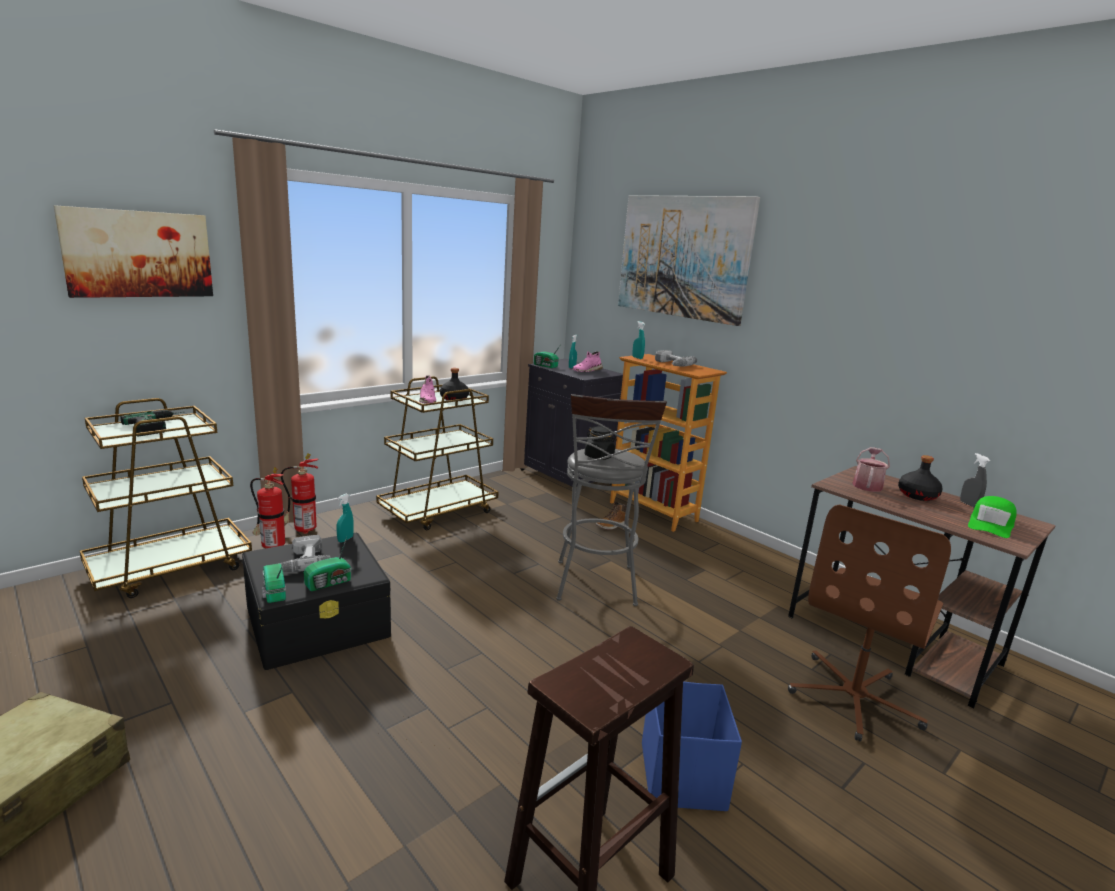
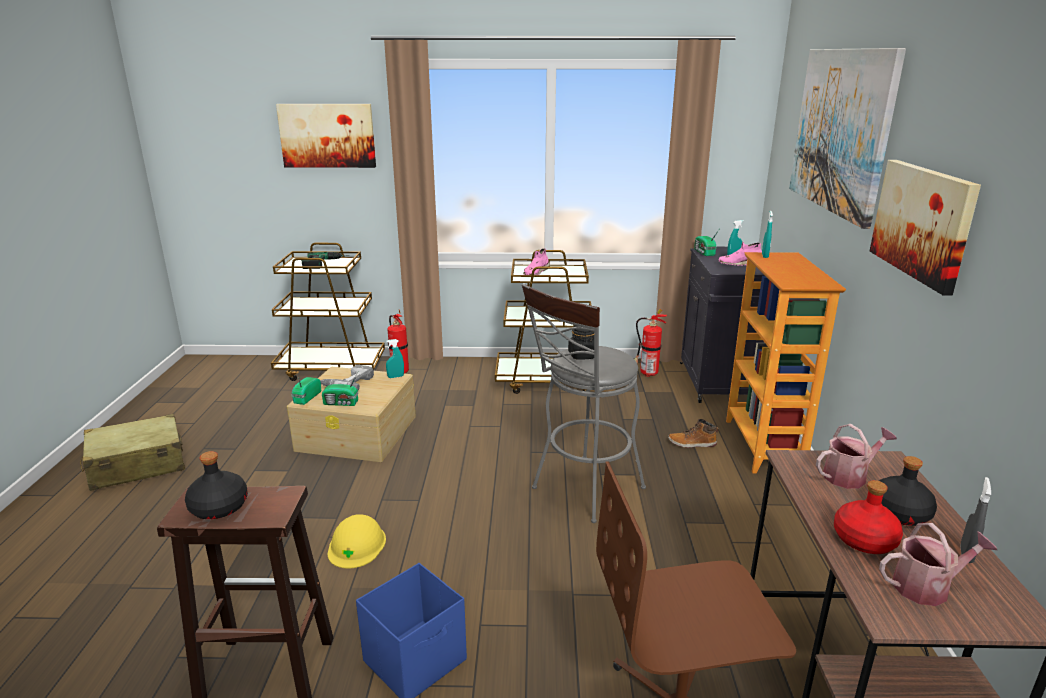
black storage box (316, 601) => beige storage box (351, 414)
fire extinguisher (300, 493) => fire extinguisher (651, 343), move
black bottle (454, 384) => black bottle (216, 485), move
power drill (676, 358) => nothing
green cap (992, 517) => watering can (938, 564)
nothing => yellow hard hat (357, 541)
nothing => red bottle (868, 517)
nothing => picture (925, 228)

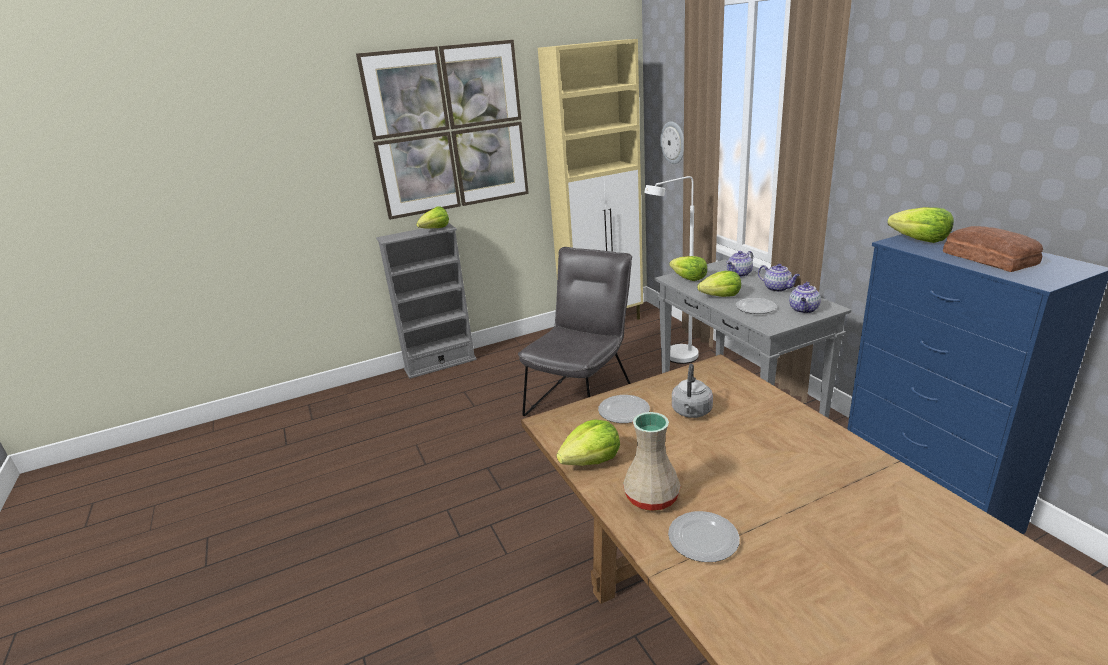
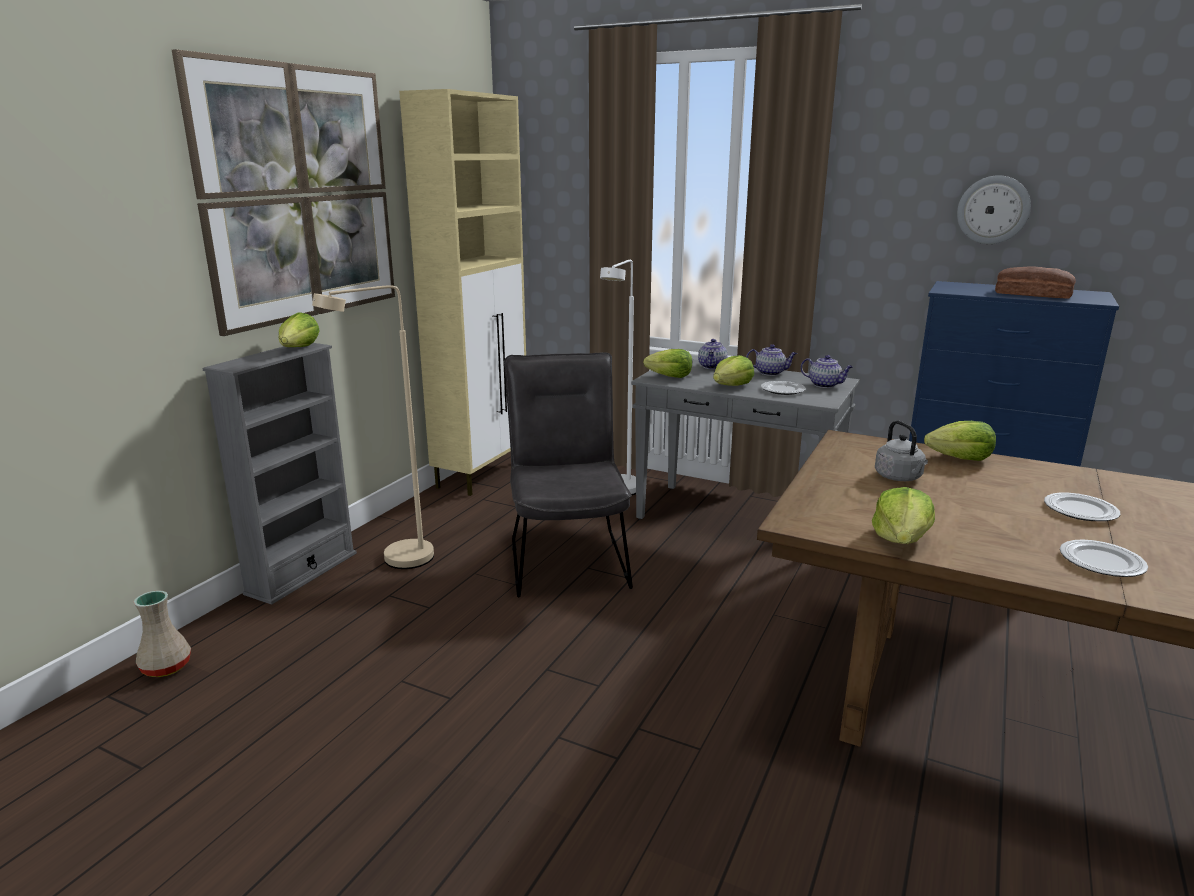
plate (624, 409) => plate (1082, 507), move
beige vase (652, 461) => beige vase (162, 633), move
wall clock (672, 143) => wall clock (994, 209), move
teapot (805, 298) => teapot (827, 371), 45 degrees counterclockwise
lettuce (921, 225) => lettuce (960, 441), move
nothing => beige floor lamp (373, 427)

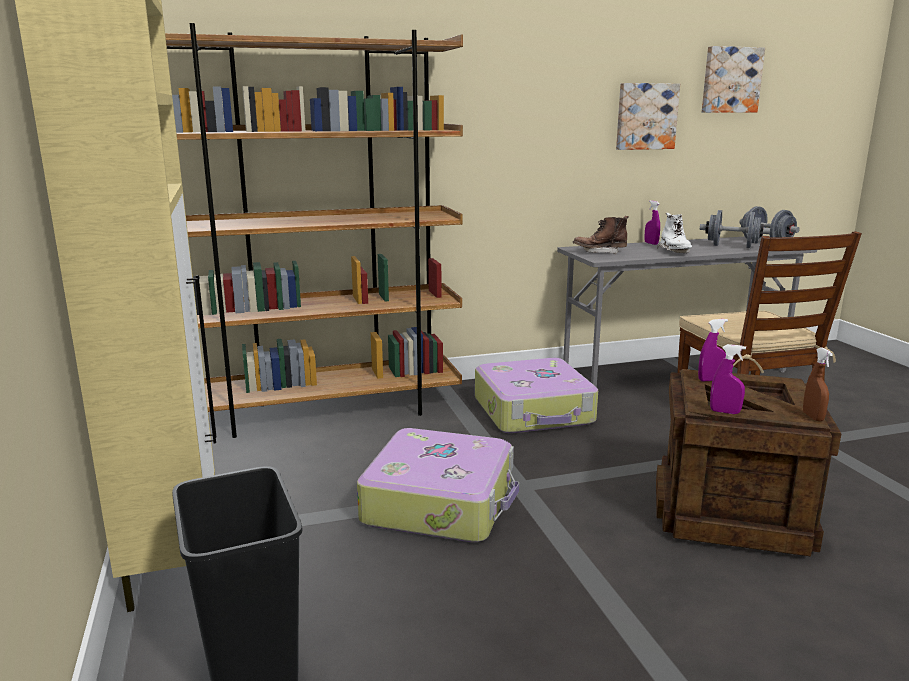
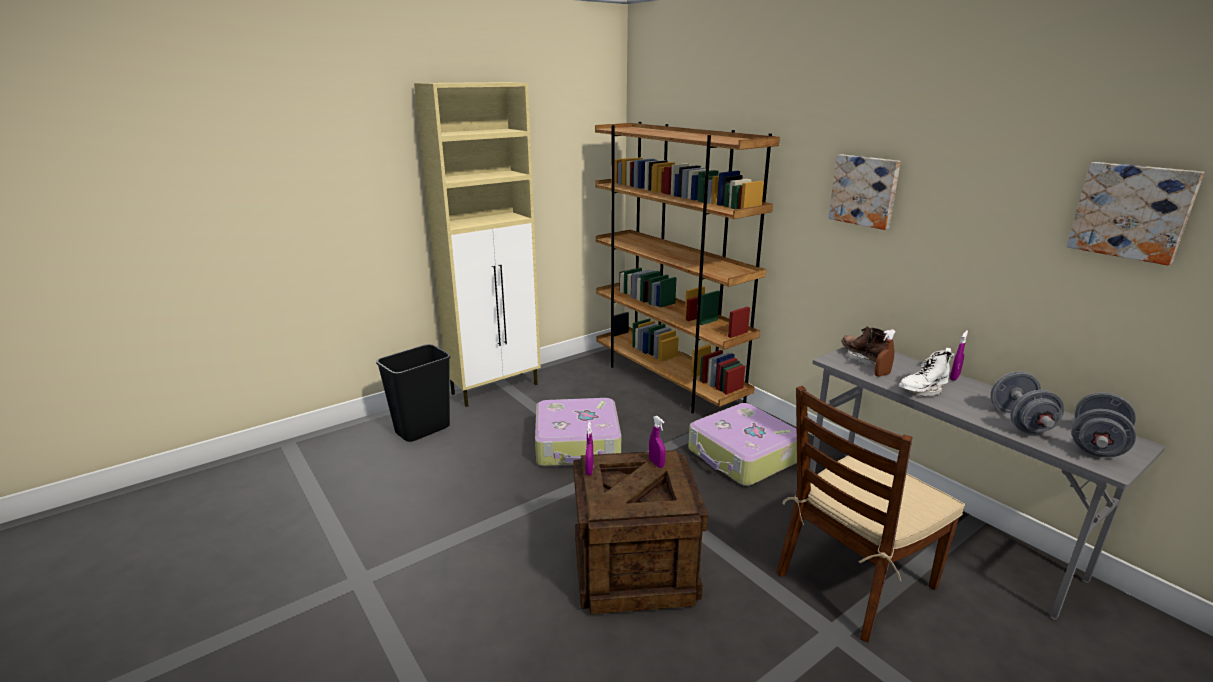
picture (648, 116) => picture (864, 192), move
brown spray bottle (818, 384) => brown spray bottle (885, 352), move

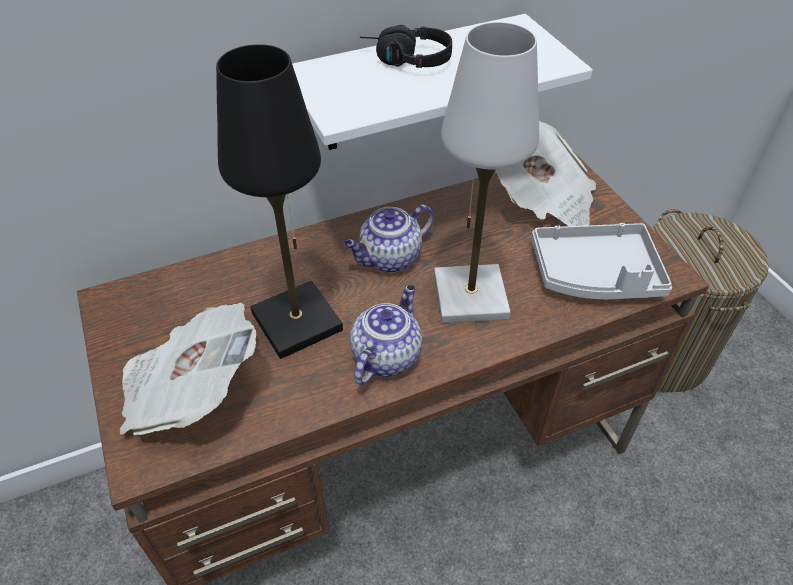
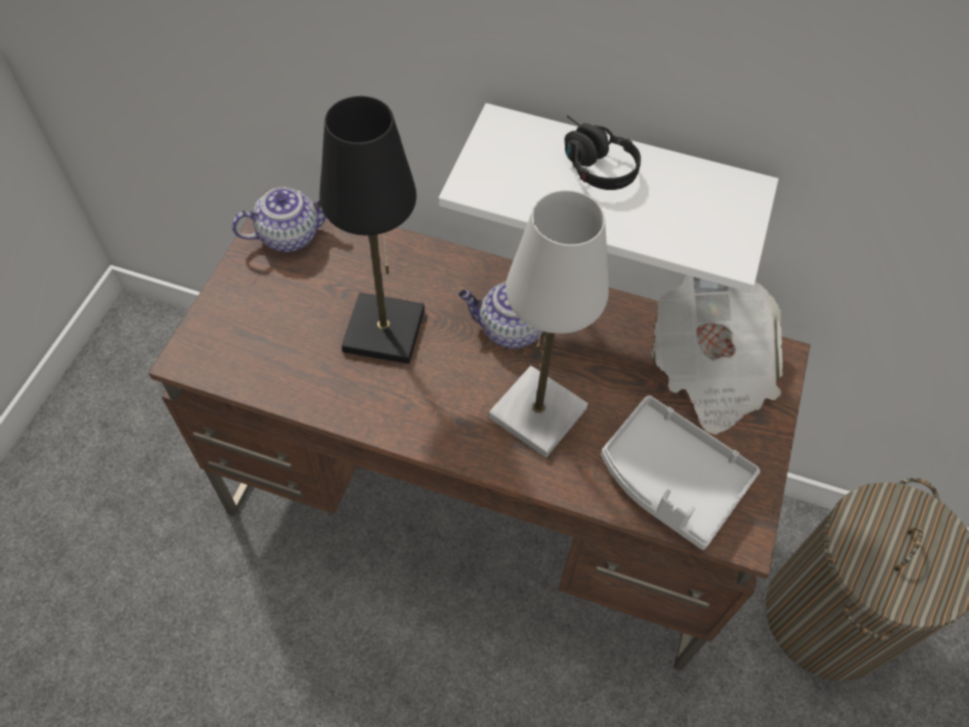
newspaper (188, 369) => nothing
teapot (386, 335) => teapot (279, 219), move

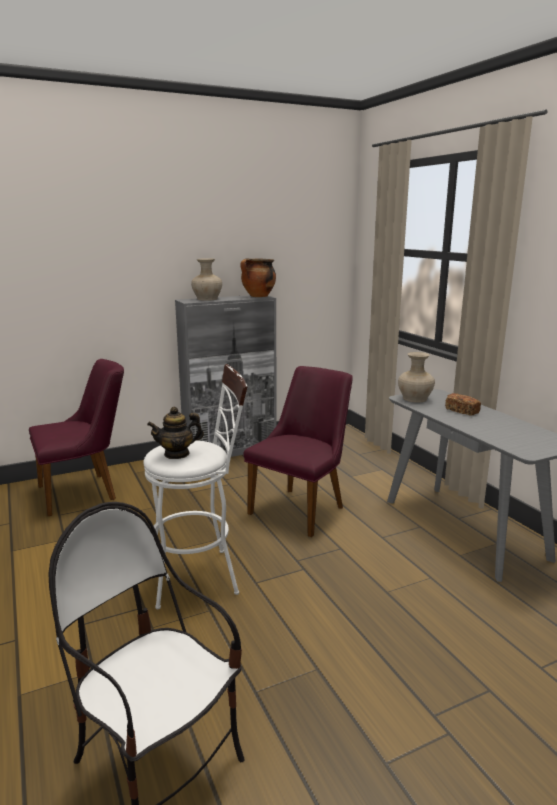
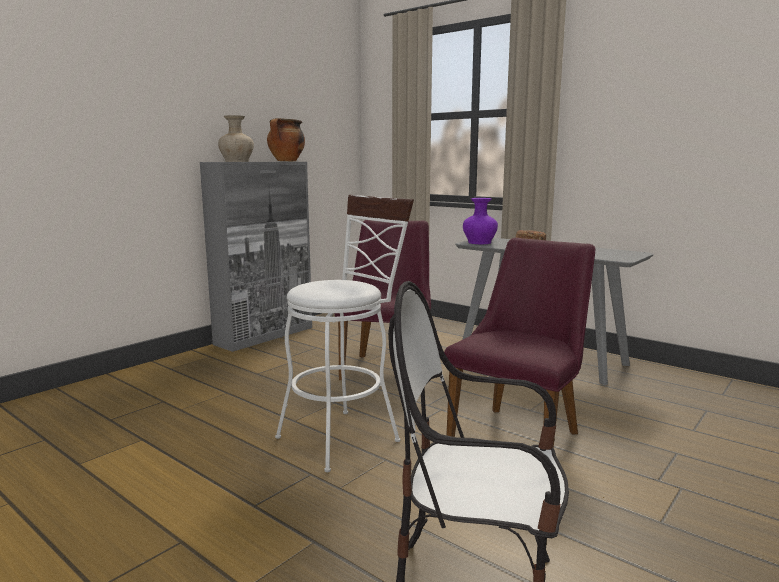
purple chair (76, 437) => purple chair (519, 343), move
teapot (175, 433) => nothing
beige vase (416, 377) => purple vase (480, 221)

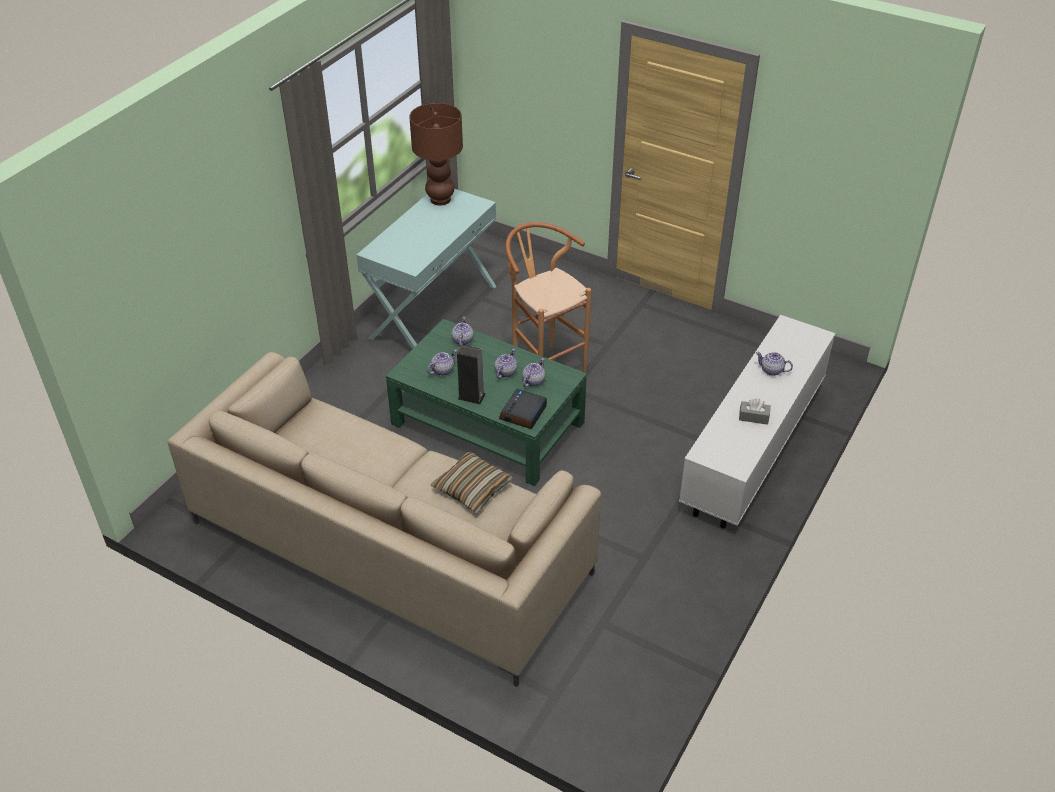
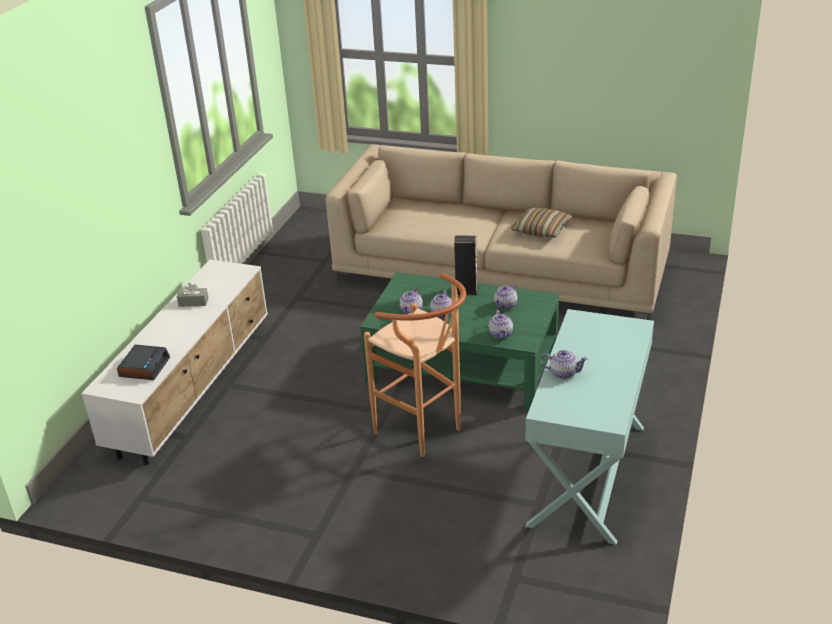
brown table lamp (436, 154) => nothing
pillow (472, 482) => pillow (542, 222), move
alarm clock (523, 409) => alarm clock (143, 362), move
teapot (774, 364) => teapot (564, 364), move

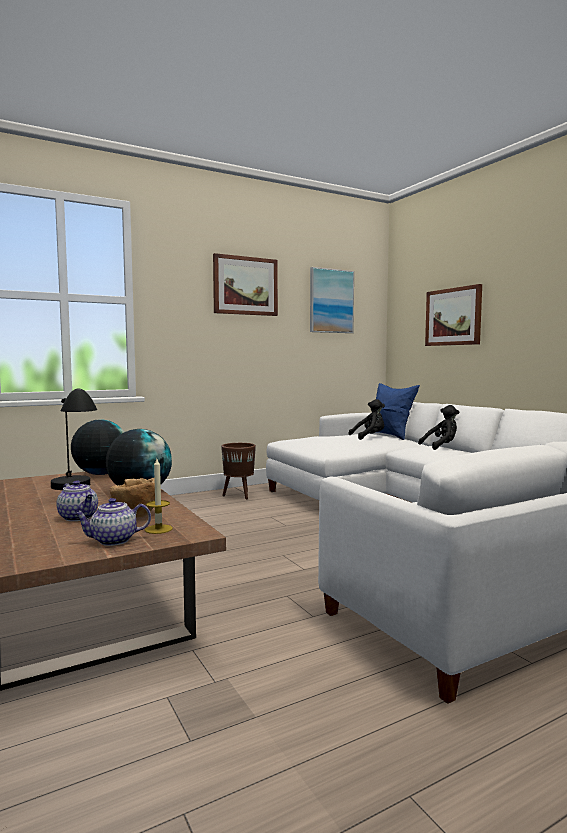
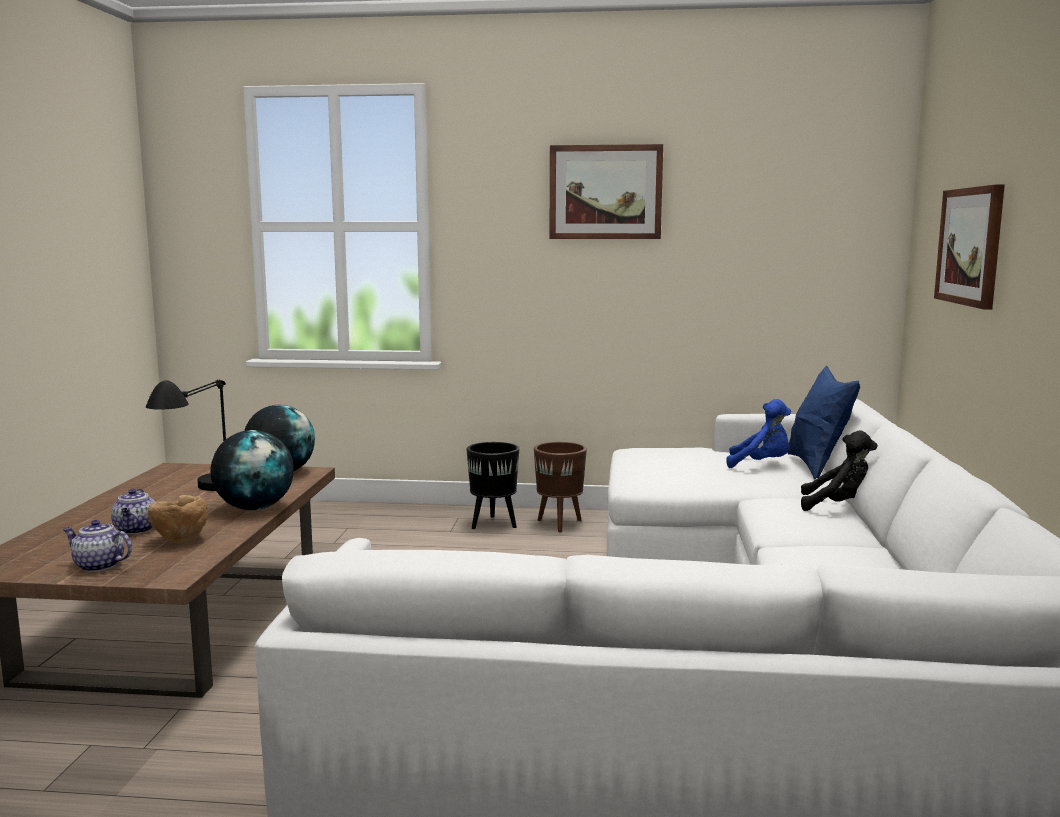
candle (159, 496) => nothing
picture (332, 300) => nothing
black plush toy (366, 419) => blue plush toy (759, 433)
nothing => black planter (492, 485)

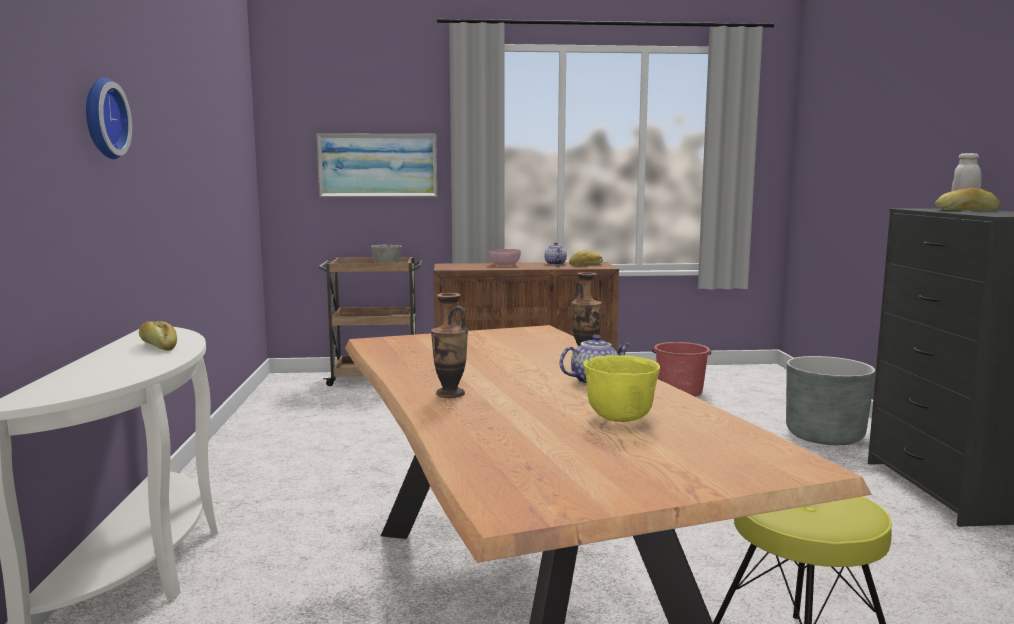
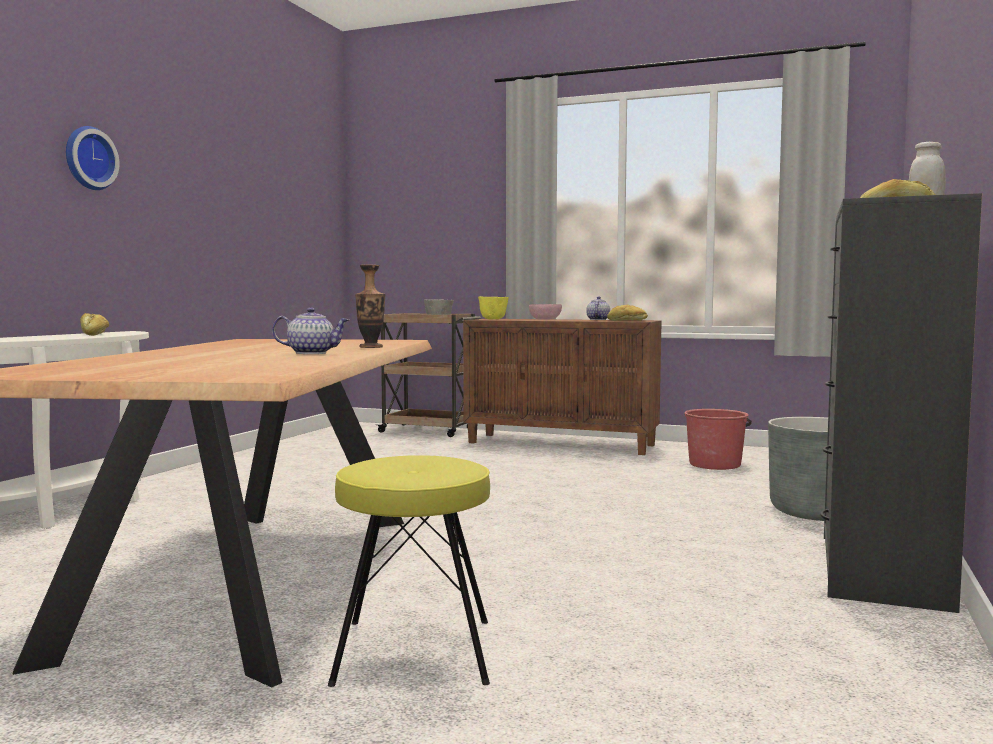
picture (377, 165) => nothing
vase (449, 345) => nothing
yellow bowl (621, 388) => yellow bowl (493, 308), move

